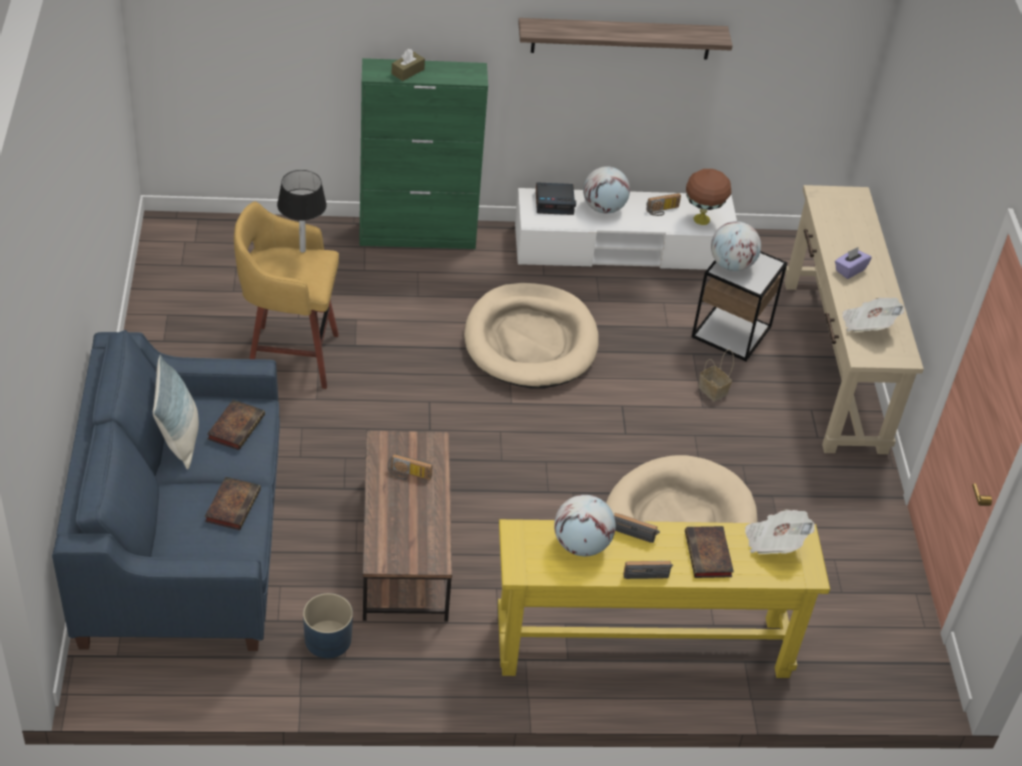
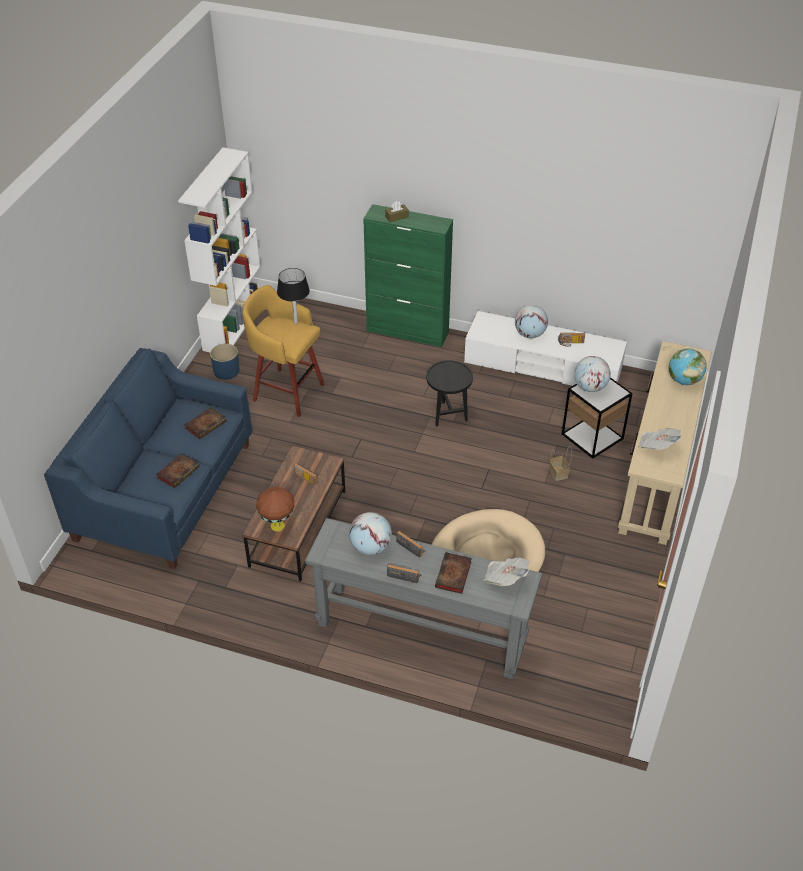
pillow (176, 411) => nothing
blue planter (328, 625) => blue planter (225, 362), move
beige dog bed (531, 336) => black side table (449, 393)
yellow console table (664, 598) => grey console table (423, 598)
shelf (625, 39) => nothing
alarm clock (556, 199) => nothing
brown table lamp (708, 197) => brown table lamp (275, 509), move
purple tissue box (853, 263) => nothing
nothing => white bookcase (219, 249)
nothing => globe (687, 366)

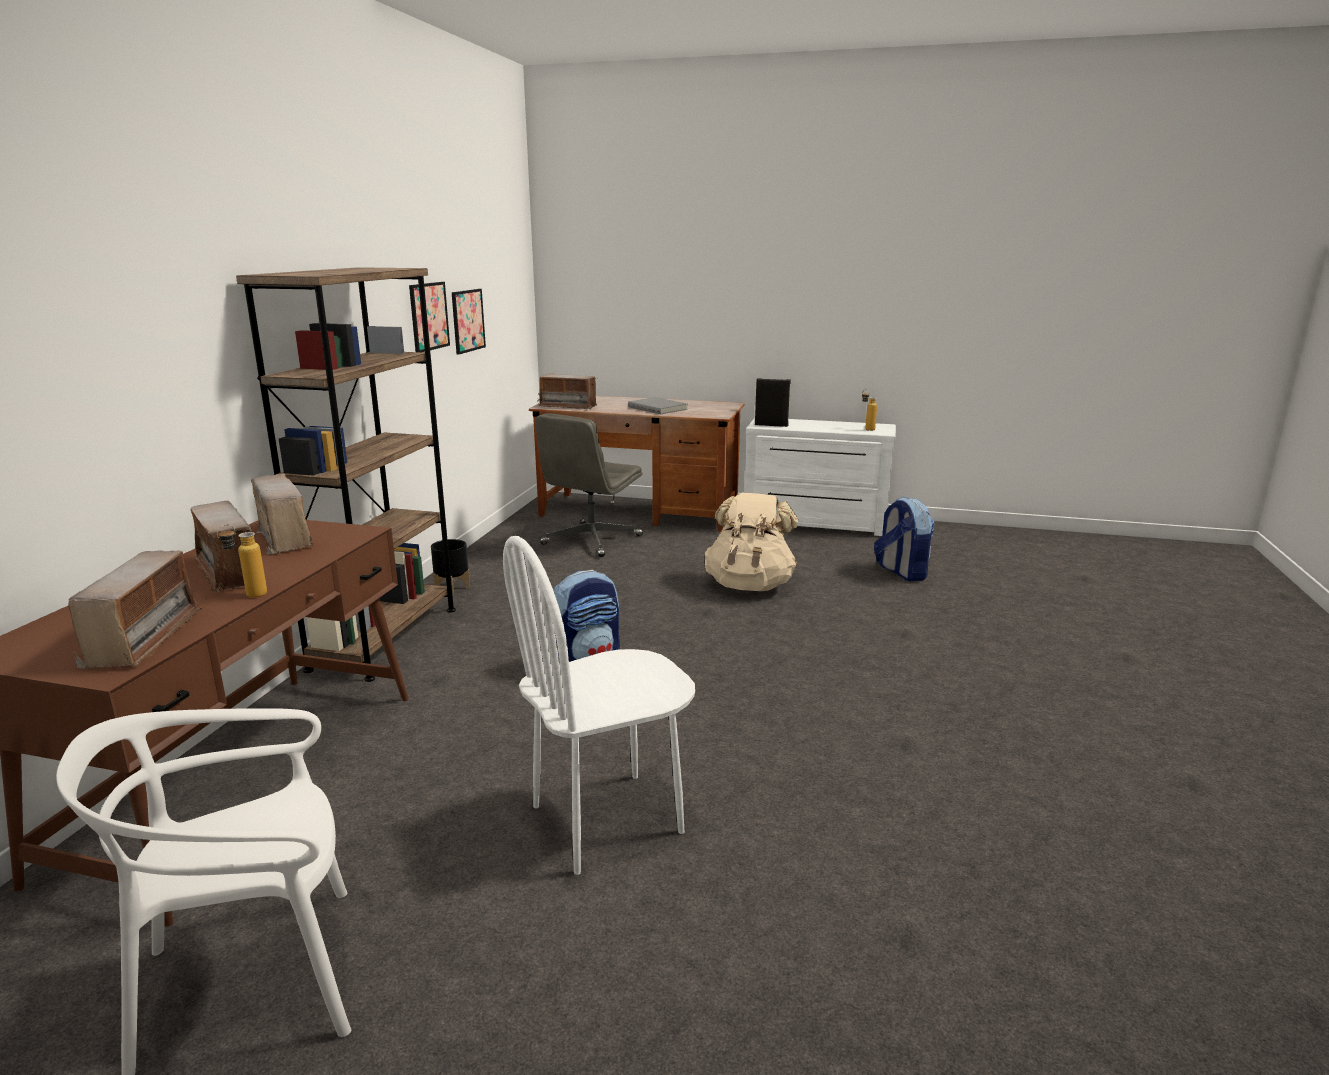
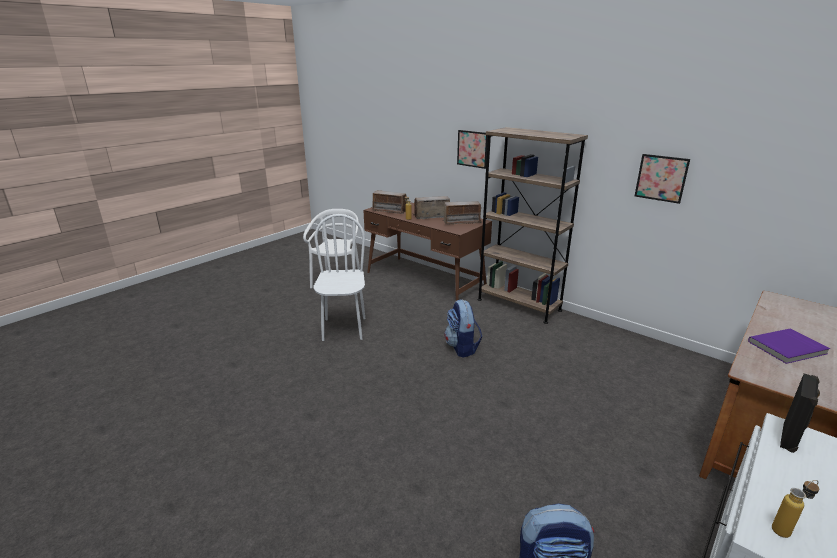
black planter (450, 567) => nothing
picture (469, 322) => picture (472, 149), move
grey office chair (589, 485) => nothing
radio (567, 391) => nothing
grey book (658, 405) => purple book (789, 346)
beige backpack (751, 541) => nothing

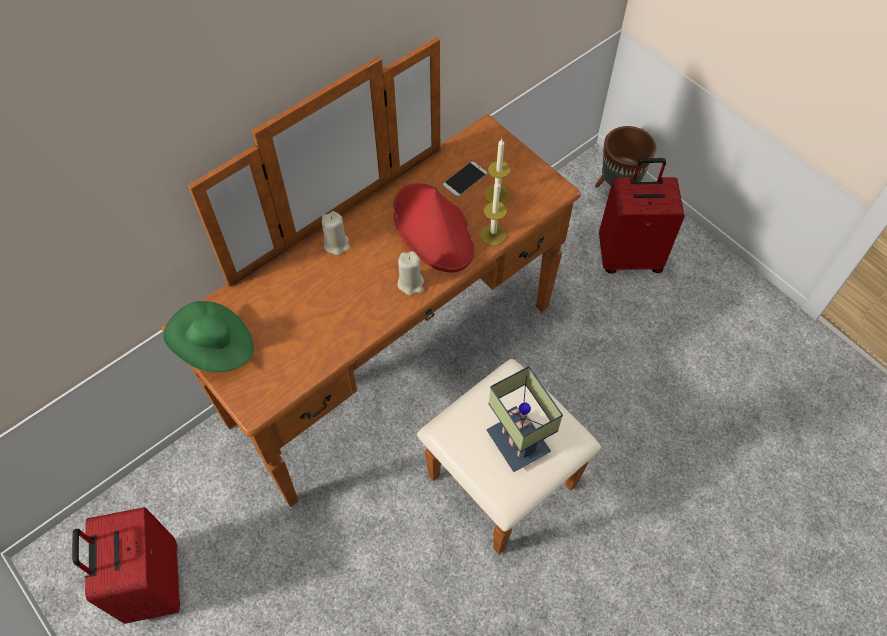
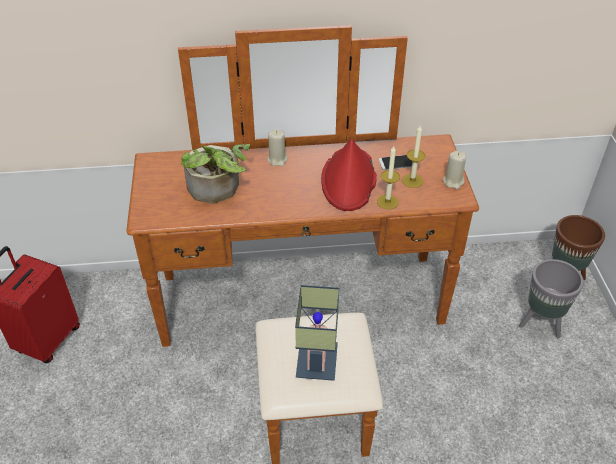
green hat (208, 336) => nothing
beige candle (411, 273) => beige candle (454, 170), move
red suitcase (642, 216) => grey planter (551, 298)
nothing => potted plant (215, 174)

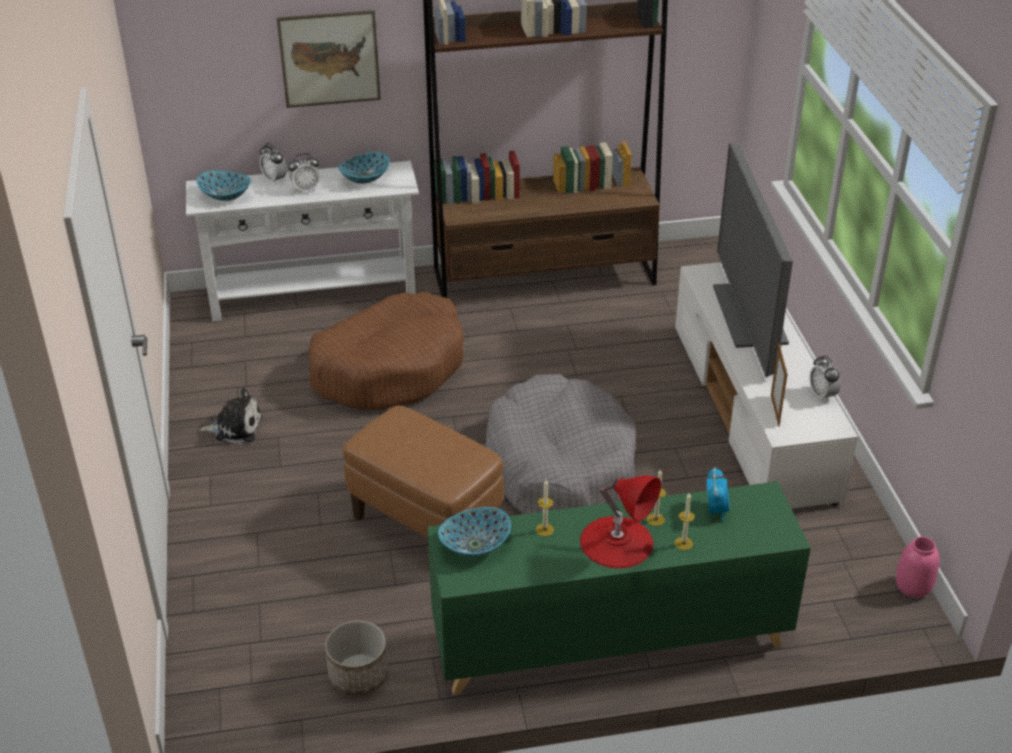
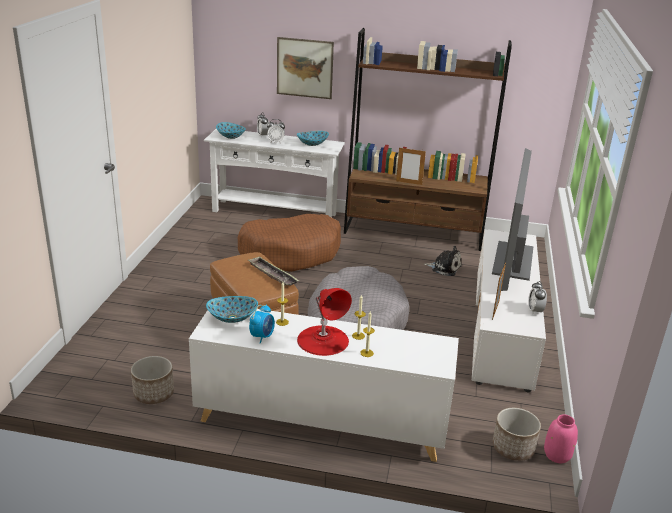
plush toy (230, 416) => plush toy (443, 261), move
green cabinet (619, 588) => white cabinet (324, 385)
alarm clock (718, 494) => alarm clock (262, 324), move
nothing => tray (273, 271)
nothing => picture frame (411, 166)
nothing => planter (517, 434)

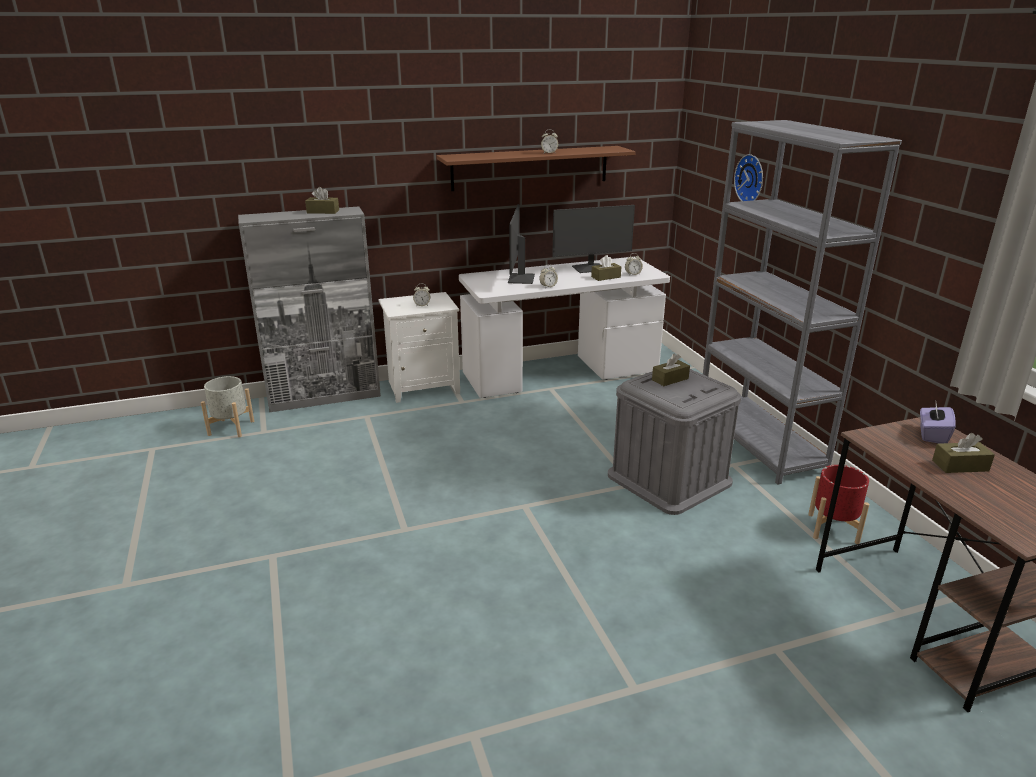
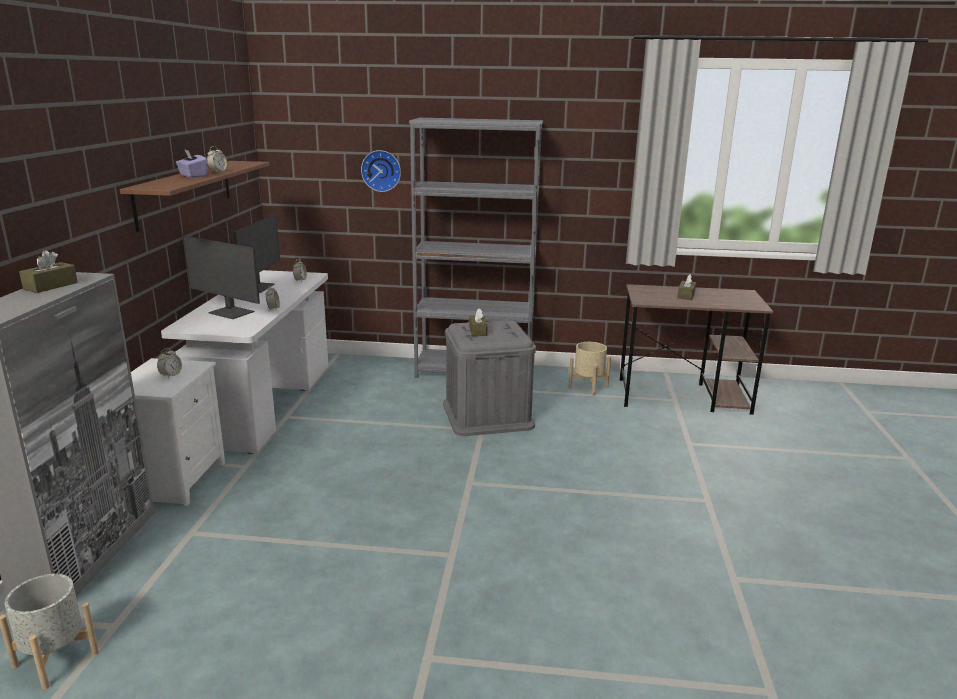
brown tissue box (606, 268) => nothing
red planter (838, 504) => beige planter (589, 369)
purple tissue box (938, 423) => purple tissue box (192, 163), move

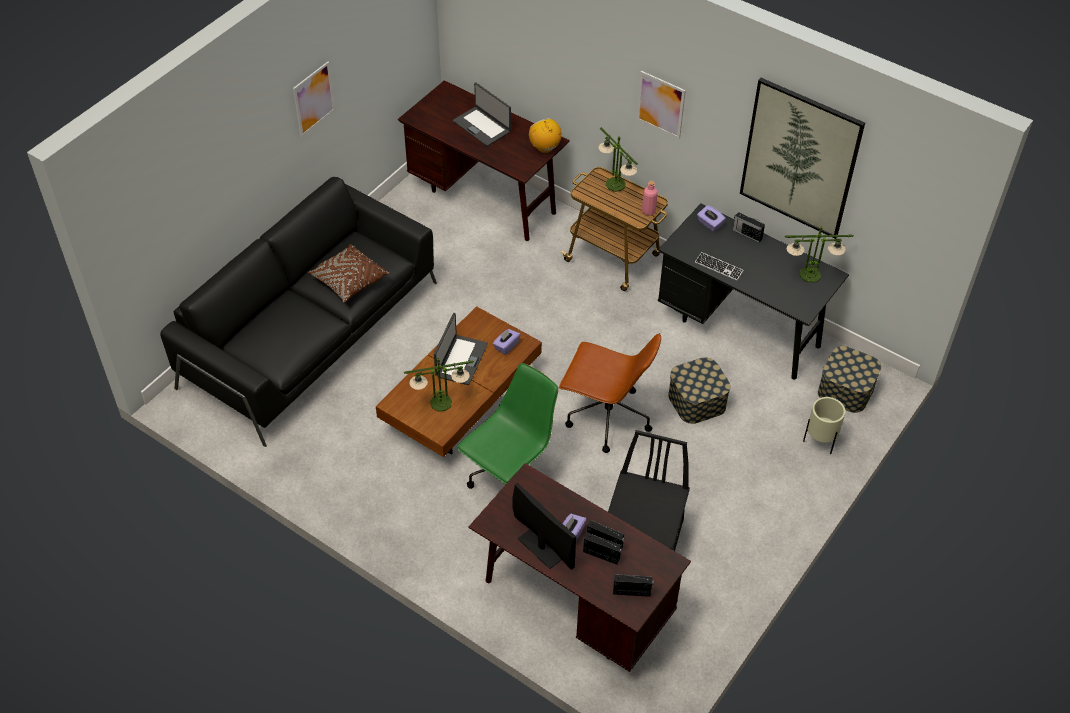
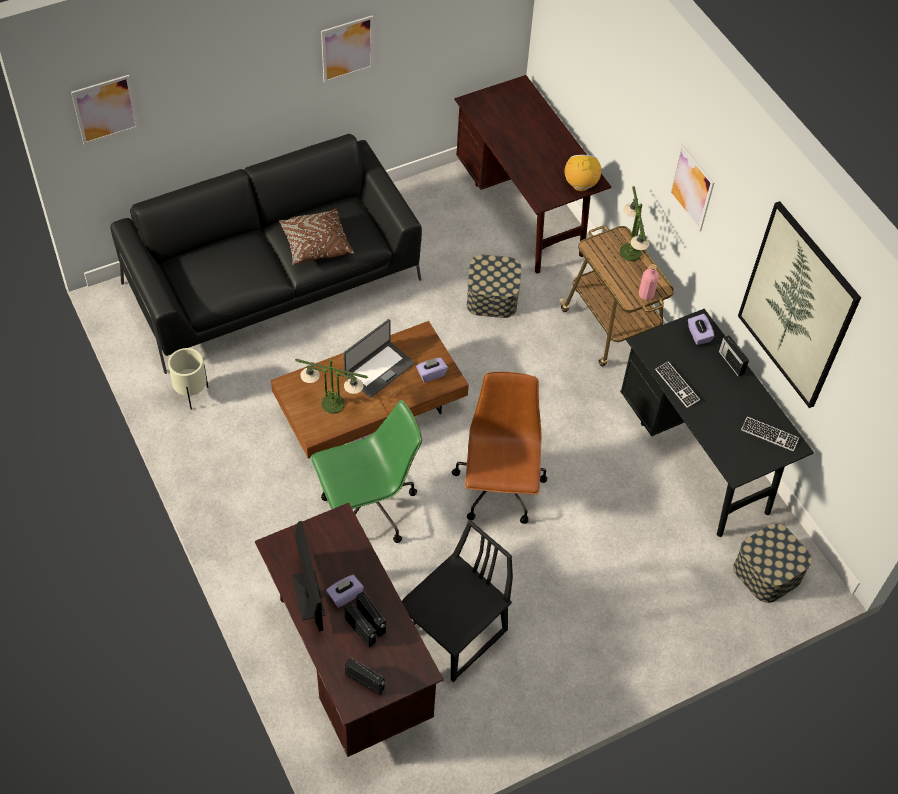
laptop (482, 114) => nothing
brown office chair (610, 393) => brown office chair (500, 448), 135 degrees counterclockwise
storage box (699, 390) => storage box (494, 286), move
table lamp (819, 254) => keyboard (770, 434)
beige planter (824, 425) => beige planter (188, 379), move
nothing => picture (105, 110)

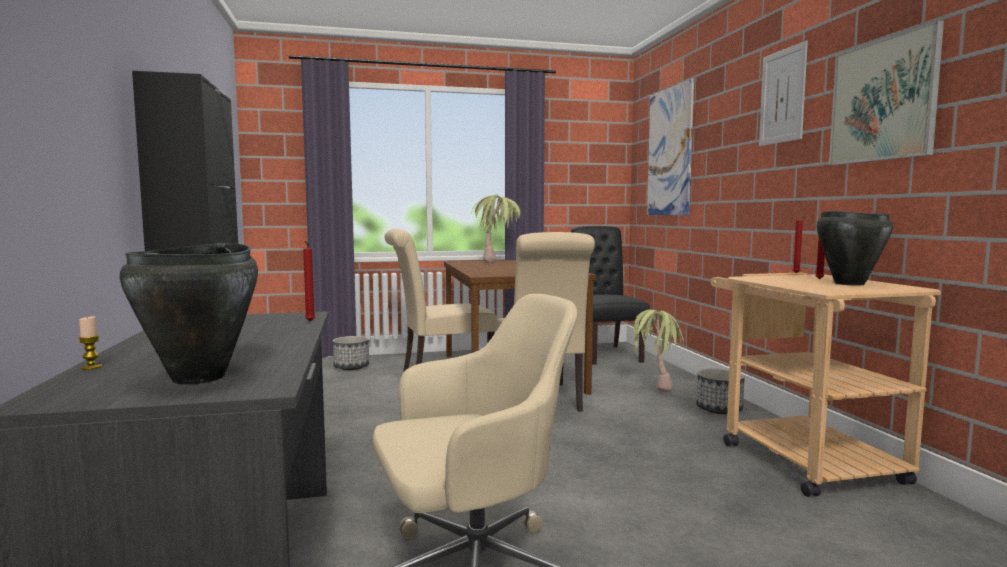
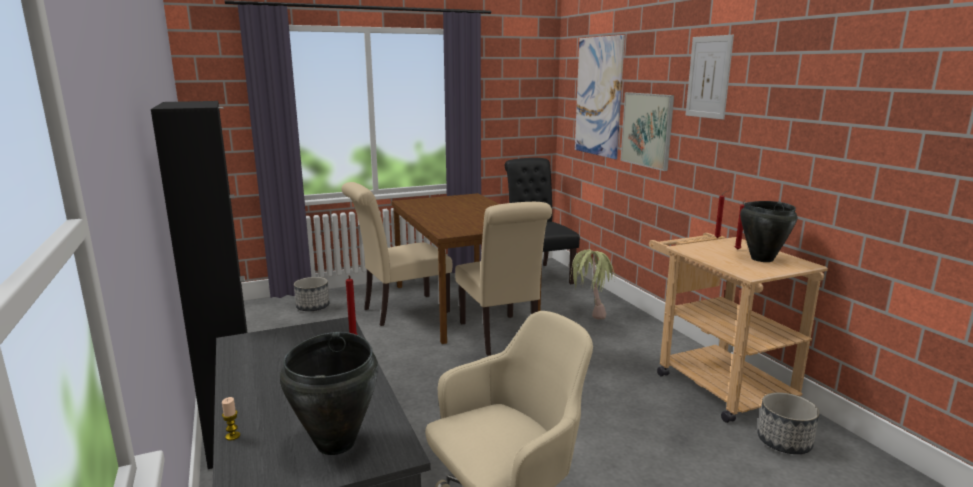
potted plant (497, 229) => nothing
planter (720, 391) => planter (789, 423), move
picture (886, 92) => picture (647, 131), move

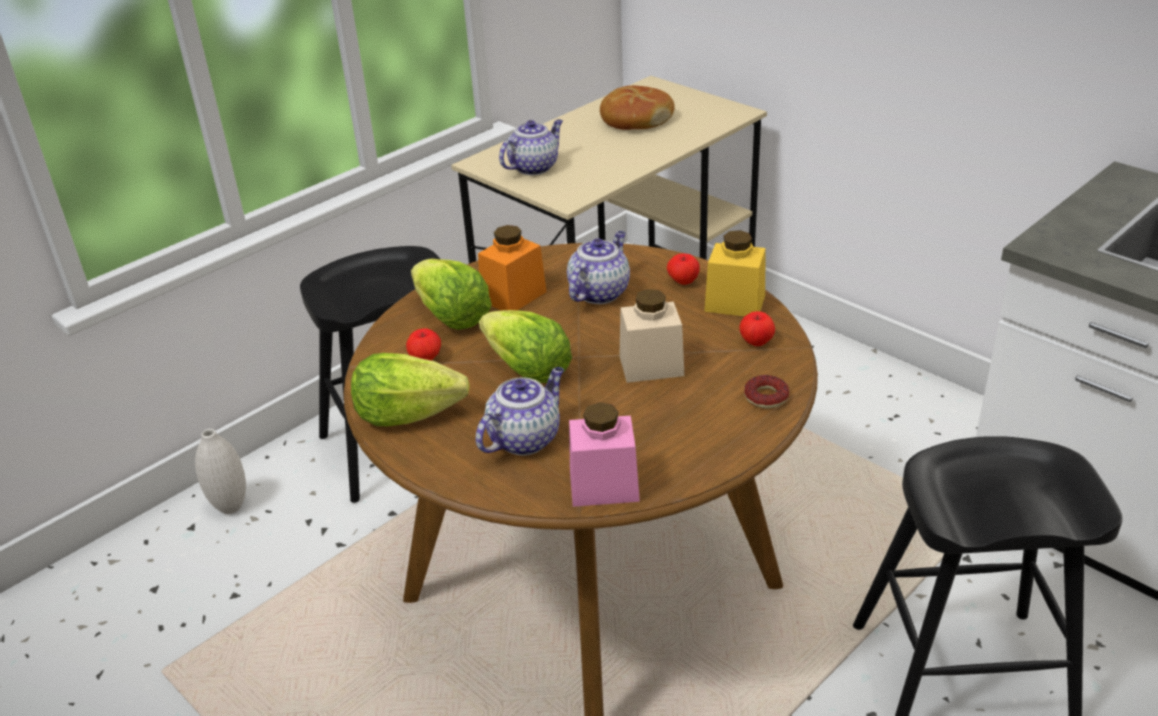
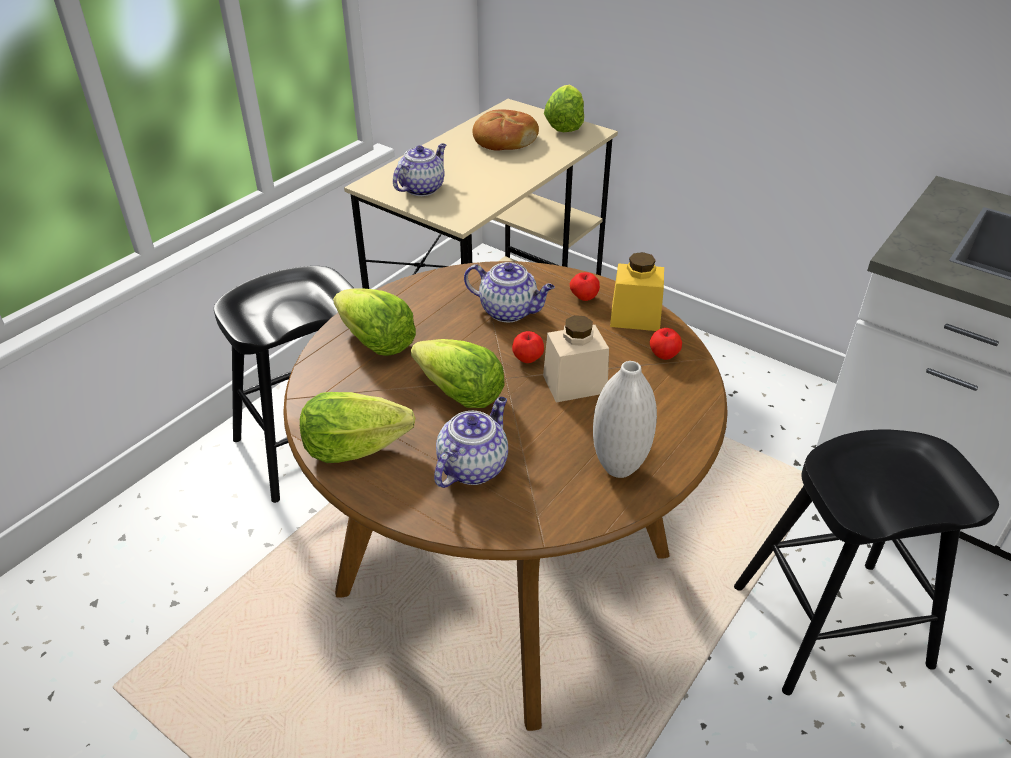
white vase (220, 471) => white vase (625, 419), move
apple (423, 344) => apple (528, 347), move
orange jar (512, 267) => nothing
teapot (598, 267) => teapot (509, 292), 90 degrees clockwise
pink jar (604, 454) => nothing
donut (766, 391) => nothing
nothing => lettuce (564, 108)

